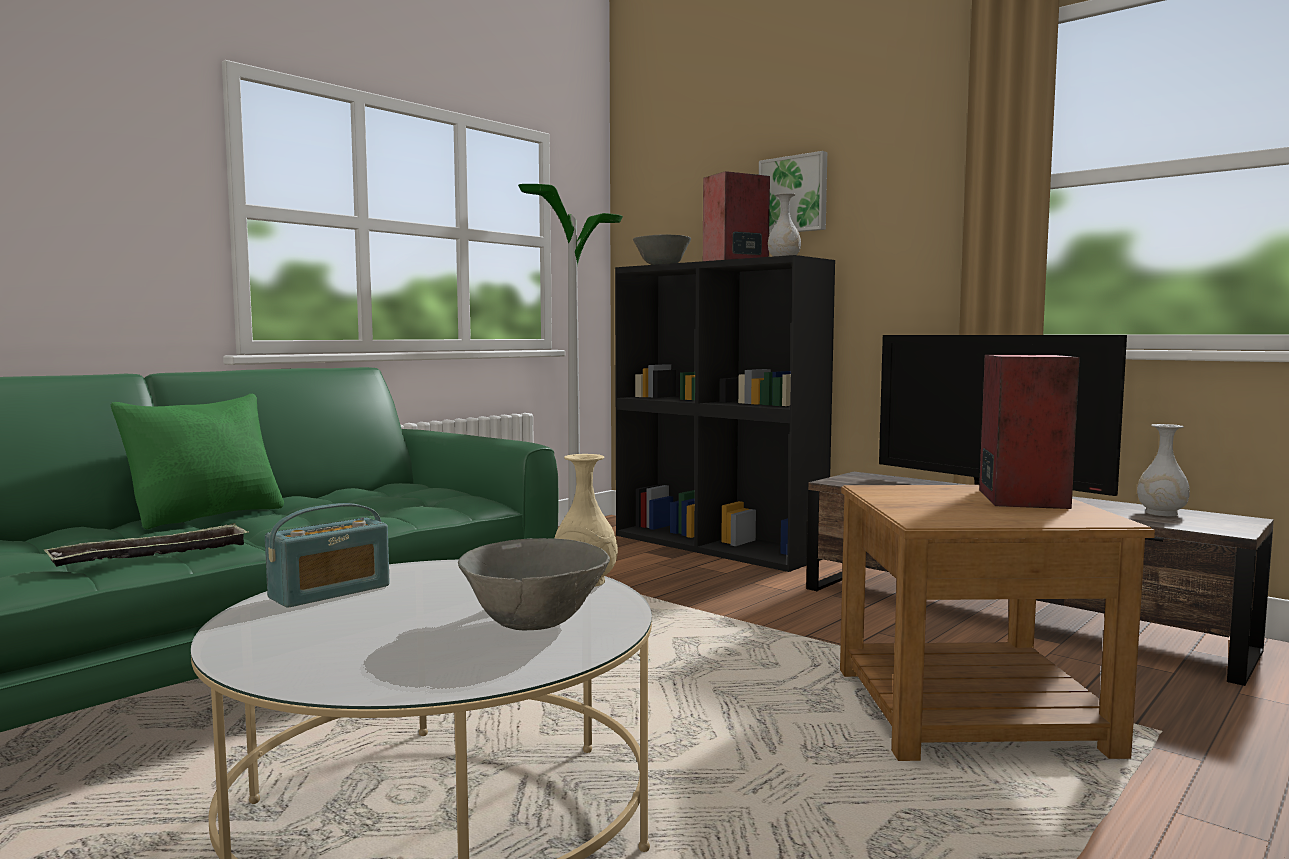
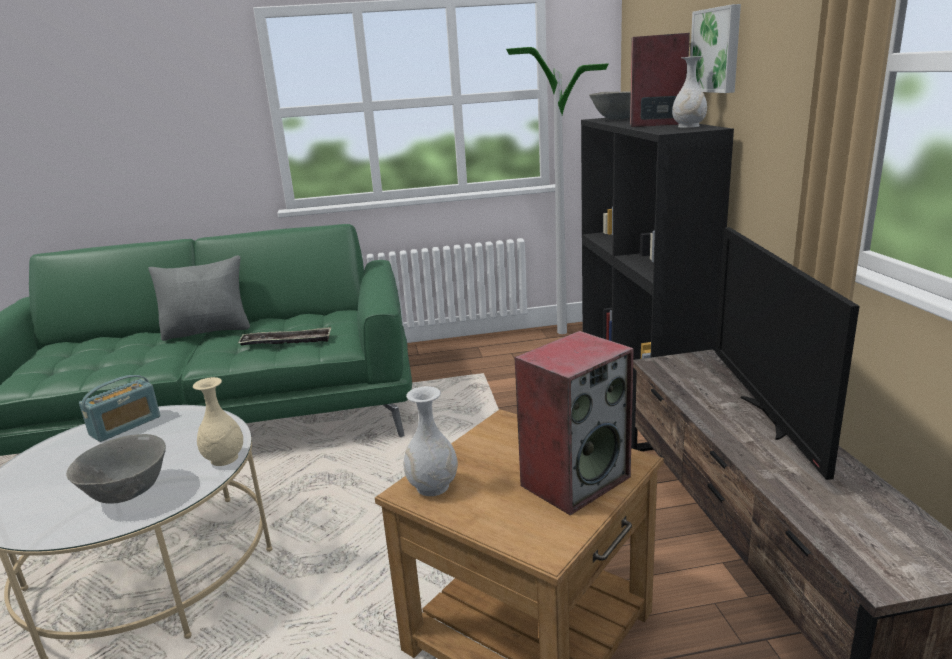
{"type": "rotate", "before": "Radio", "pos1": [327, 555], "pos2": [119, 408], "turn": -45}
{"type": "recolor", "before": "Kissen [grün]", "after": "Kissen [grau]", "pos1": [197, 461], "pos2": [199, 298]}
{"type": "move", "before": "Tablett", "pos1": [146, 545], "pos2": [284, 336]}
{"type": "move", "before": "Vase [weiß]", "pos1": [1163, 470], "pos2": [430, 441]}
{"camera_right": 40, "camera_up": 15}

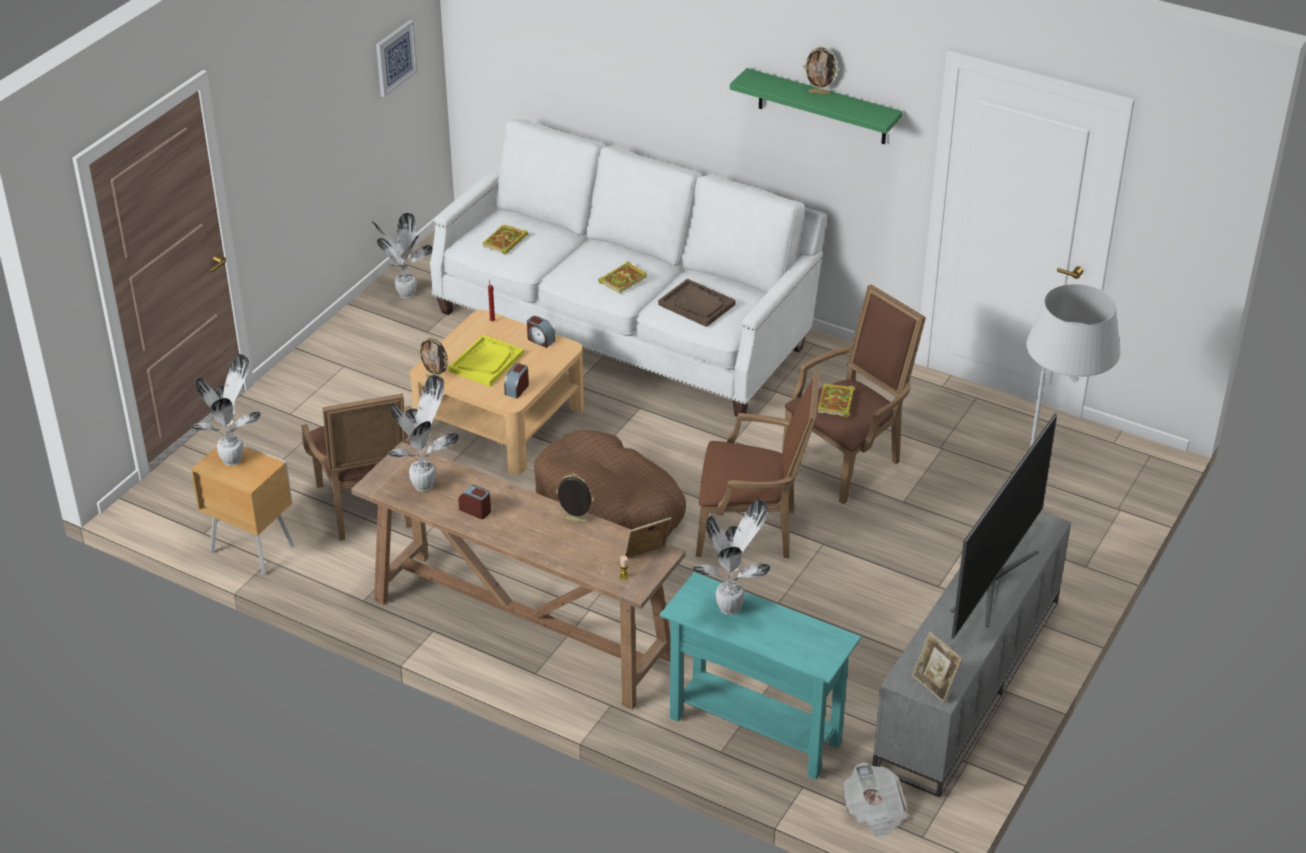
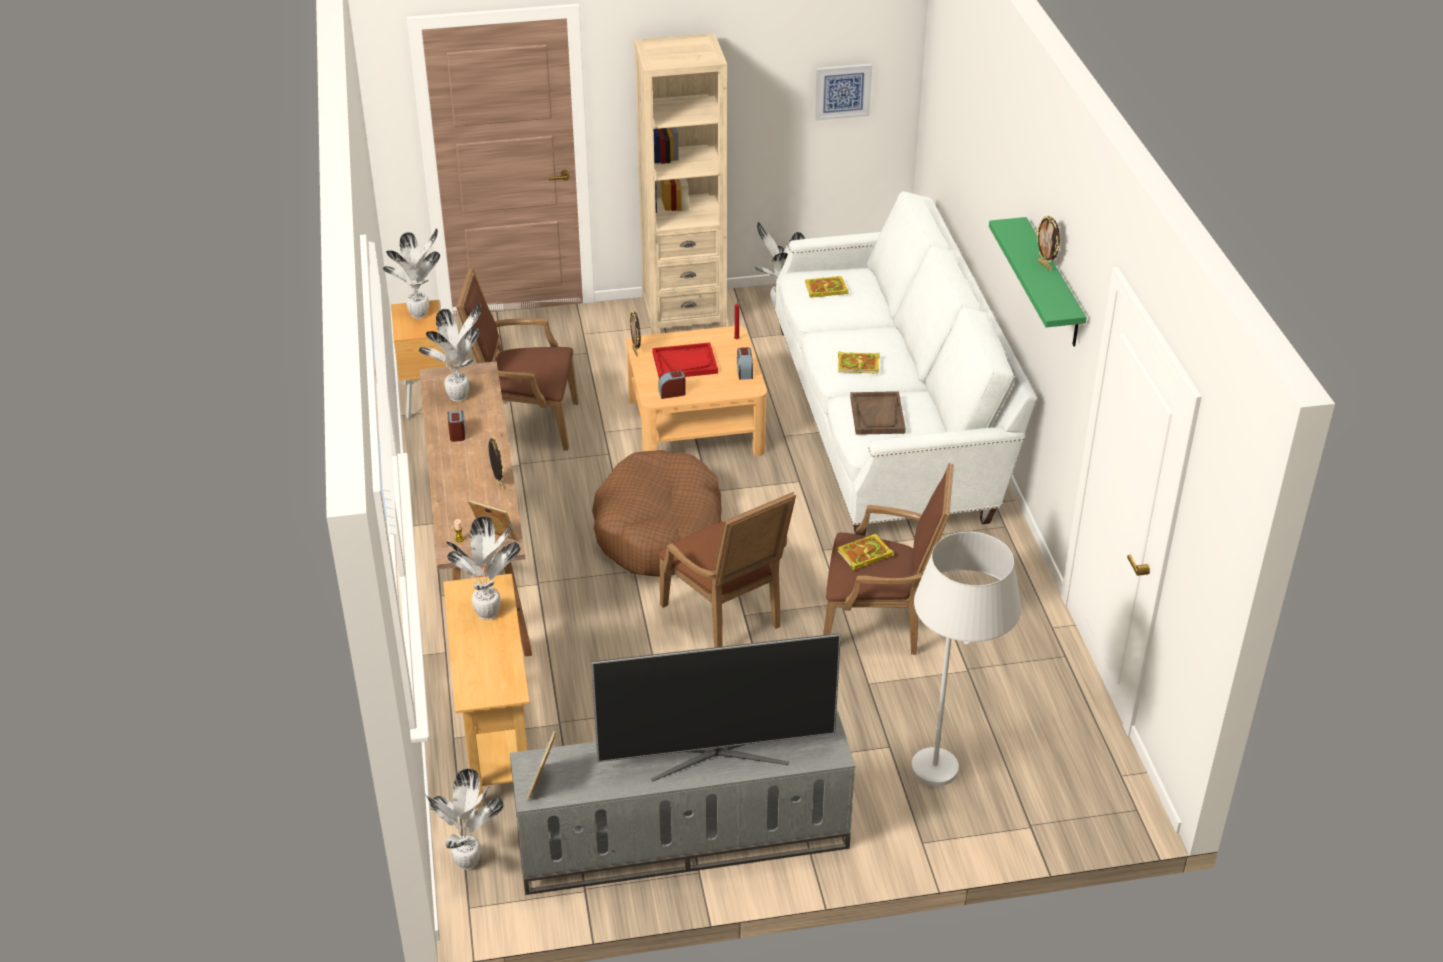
{"type": "replace", "before": "Zeitung", "after": "Topfpflanze", "pos1": [876, 800], "pos2": [463, 819]}
{"type": "recolor", "before": "Konsolentisch [türkis]", "after": "Konsolentisch [beige]", "pos1": [760, 676], "pos2": [486, 691]}
{"type": "rotate", "before": "Sessel [braun]", "pos1": [356, 466], "pos2": [517, 359], "turn": 60}
{"type": "insert", "after": "Bücherregal [beige]", "pos2": [680, 183]}
{"type": "recolor", "before": "Tablett [gelb]", "after": "Tablett [rot]", "pos1": [486, 361], "pos2": [685, 360]}
{"camera_right": 50, "camera_up": 0}

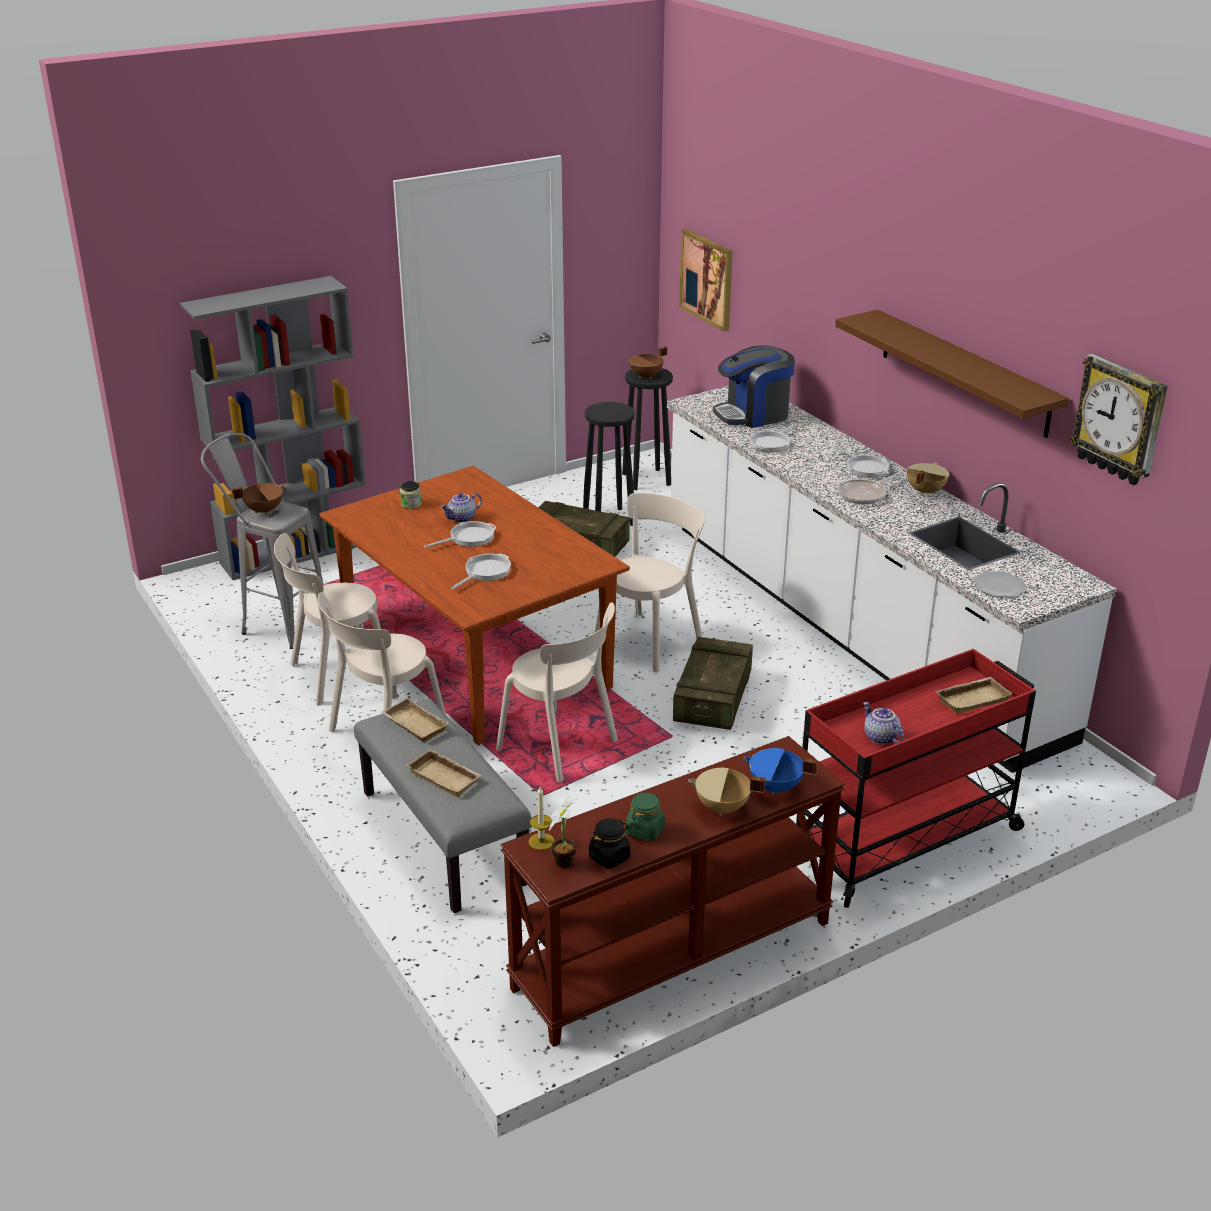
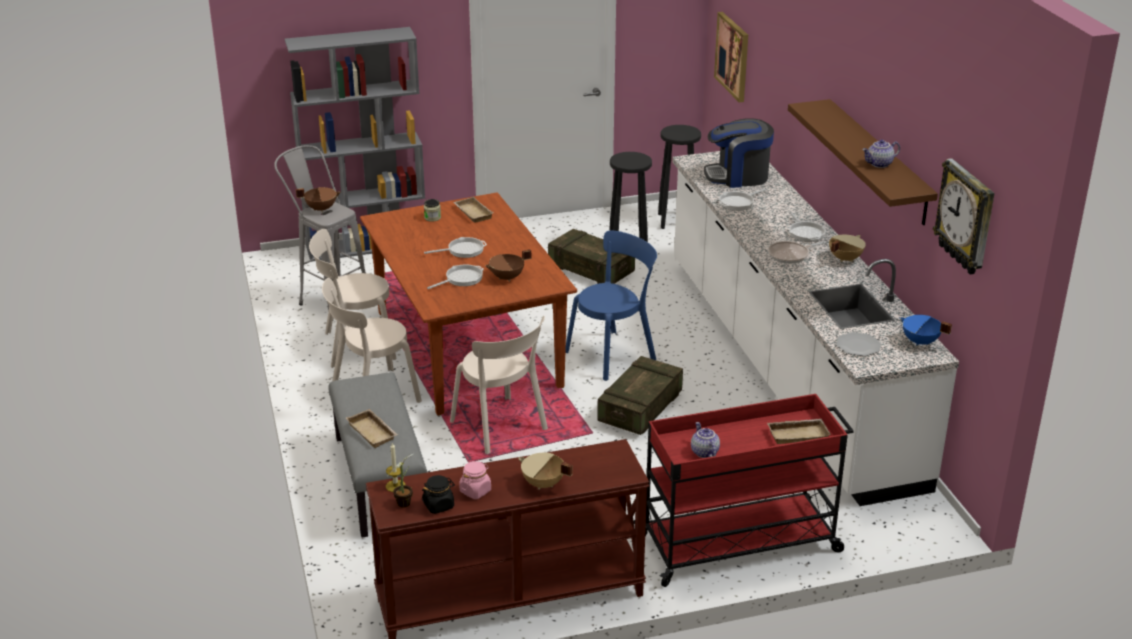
{"type": "move", "before": "Tablett [beige]", "pos1": [415, 720], "pos2": [473, 210]}
{"type": "recolor", "before": "Vorratsglas [grün]", "after": "Vorratsglas [rosa]", "pos1": [645, 817], "pos2": [475, 480]}
{"type": "move", "before": "Kochtopf [braun]", "pos1": [648, 362], "pos2": [508, 265]}
{"type": "recolor", "before": "Stuhl [beige]", "after": "Stuhl [blau]", "pos1": [650, 582], "pos2": [611, 306]}
{"type": "move", "before": "Teekanne", "pos1": [461, 508], "pos2": [881, 154]}
{"type": "move", "before": "Kochtopf [blau]", "pos1": [780, 771], "pos2": [925, 330]}
{"camera_right": 15, "camera_up": 0}

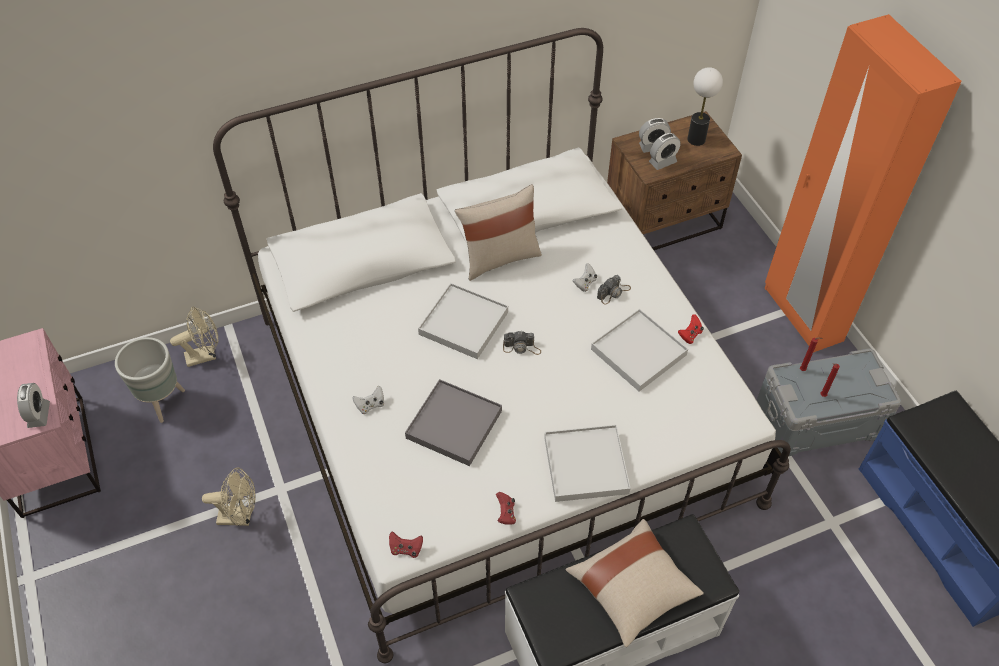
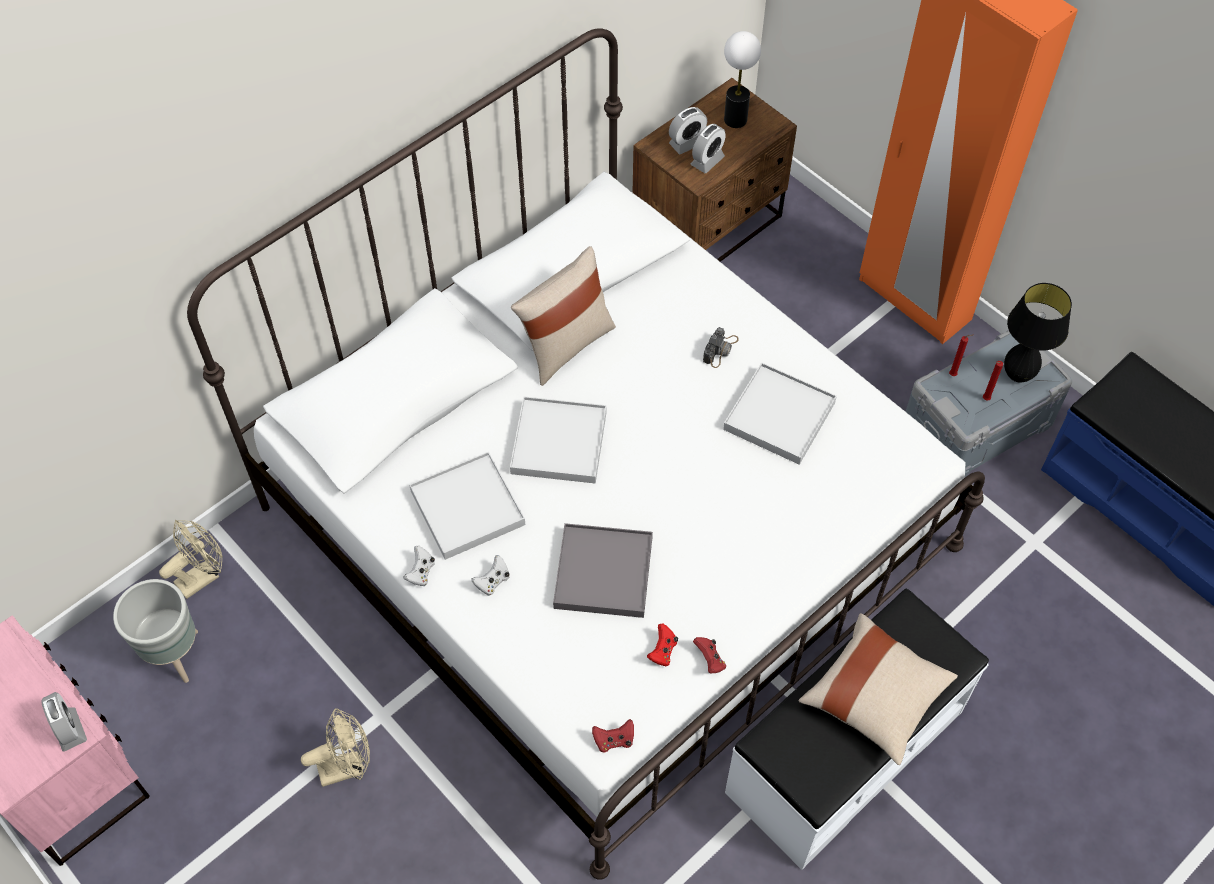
{"type": "move", "before": "Gamepad [weiß]", "pos1": [585, 277], "pos2": [419, 565]}
{"type": "move", "before": "Tablett [weiß]", "pos1": [587, 463], "pos2": [467, 506]}
{"type": "move", "before": "Gamepad [rot]", "pos1": [691, 329], "pos2": [662, 645]}
{"type": "insert", "after": "Tischlampe [schwarz]", "pos2": [1038, 332]}
{"type": "delete", "before": "Kamera", "pos1": [522, 343]}
{"camera_right": -20, "camera_up": 5}

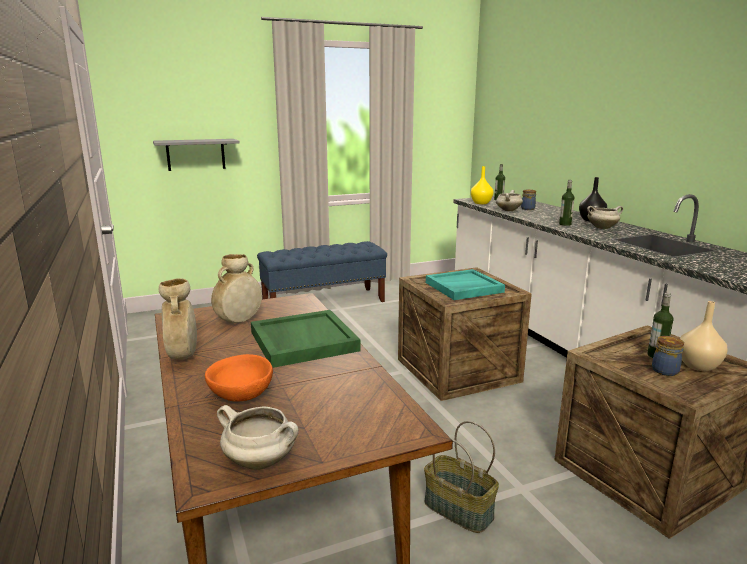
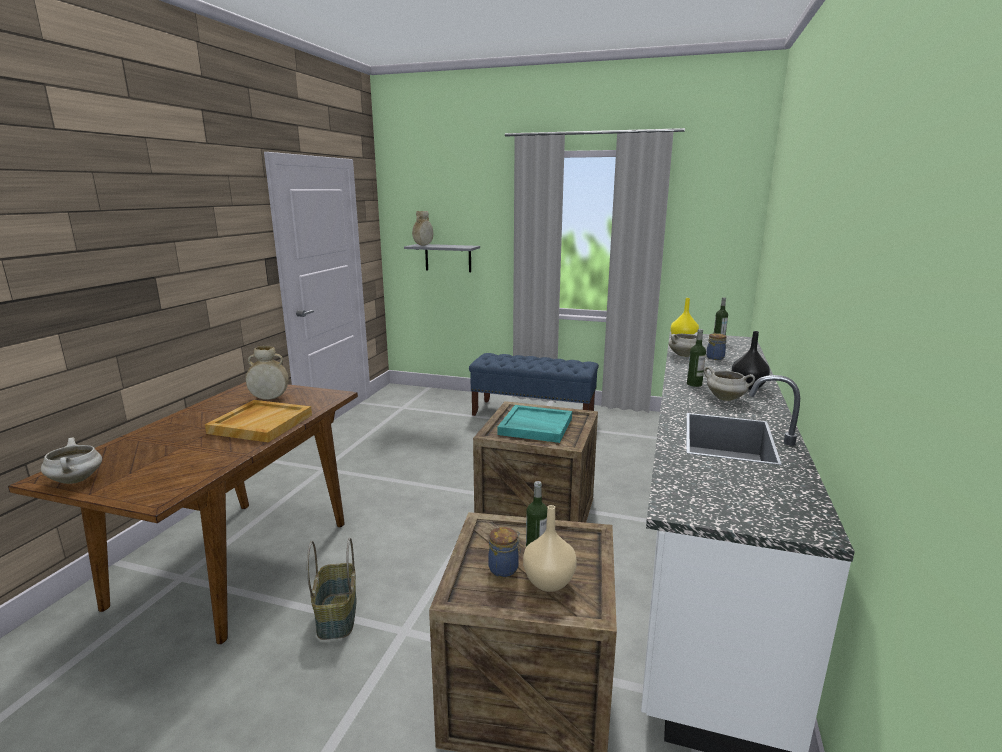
{"type": "recolor", "before": "Tablett [grün]", "after": "Tablett [beige]", "pos1": [306, 339], "pos2": [258, 421]}
{"type": "move", "before": "Vase [beige]", "pos1": [177, 319], "pos2": [422, 228]}
{"type": "delete", "before": "Schüssel [orange]", "pos1": [239, 378]}
{"camera_right": 40, "camera_up": 0}

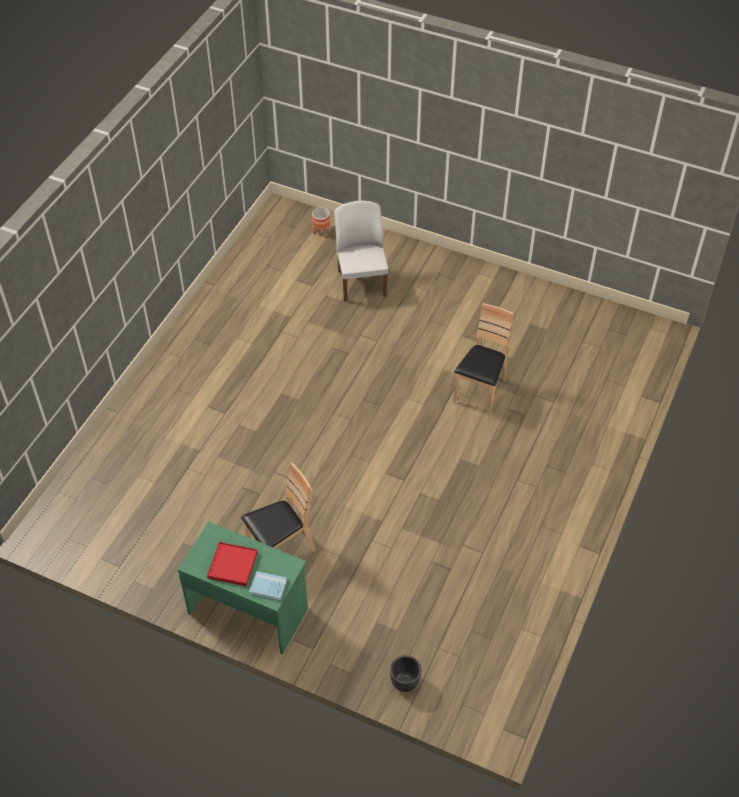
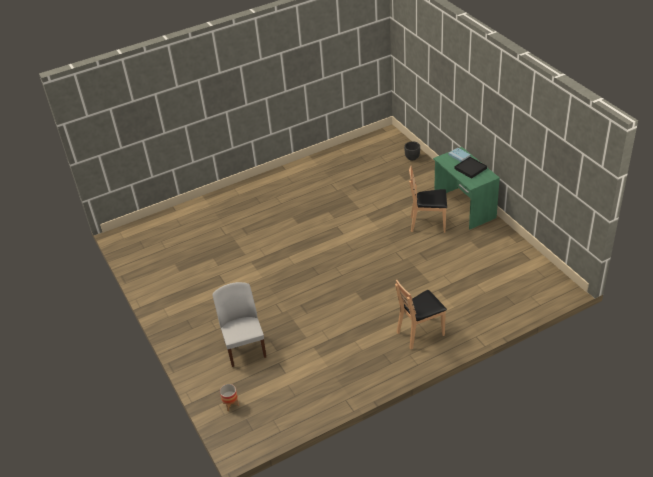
{"type": "rotate", "before": "Stuhl [weiß]", "pos1": [361, 251], "pos2": [239, 324], "turn": 135}
{"type": "move", "before": "Stuhl [braun]", "pos1": [483, 359], "pos2": [421, 314]}
{"type": "recolor", "before": "Tablett [rot]", "after": "Tablett [schwarz]", "pos1": [232, 564], "pos2": [471, 168]}
{"camera_right": -140, "camera_up": -10}

